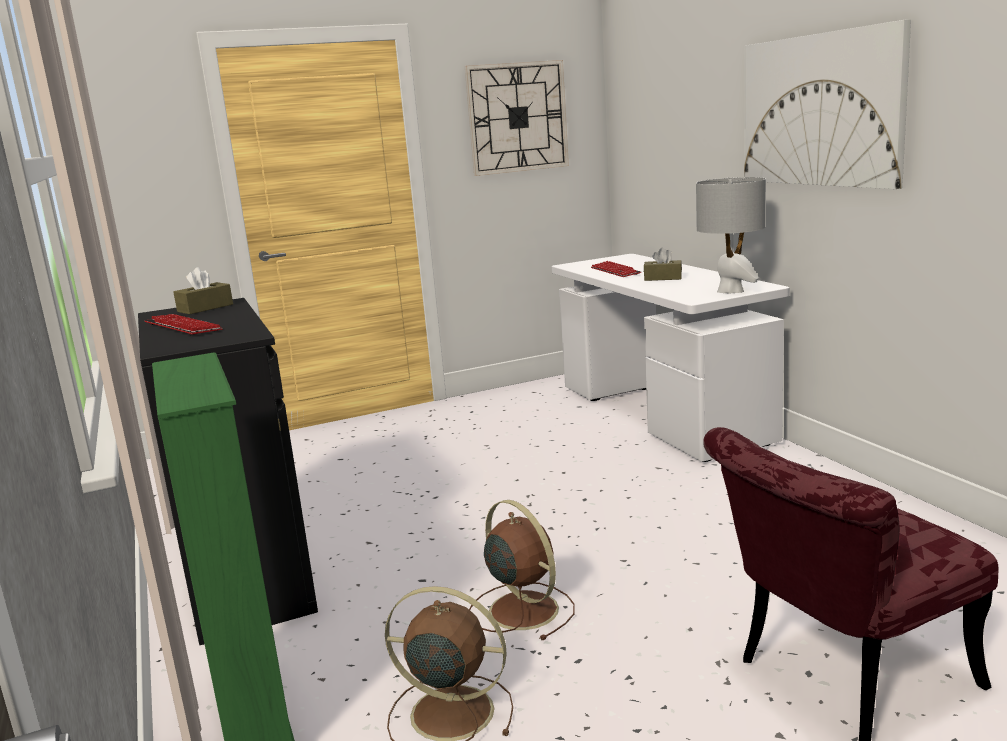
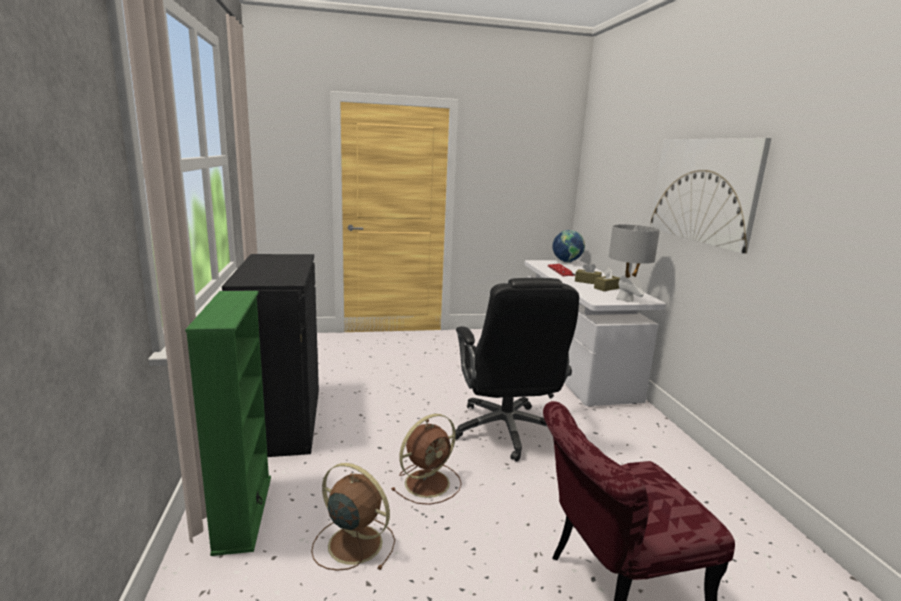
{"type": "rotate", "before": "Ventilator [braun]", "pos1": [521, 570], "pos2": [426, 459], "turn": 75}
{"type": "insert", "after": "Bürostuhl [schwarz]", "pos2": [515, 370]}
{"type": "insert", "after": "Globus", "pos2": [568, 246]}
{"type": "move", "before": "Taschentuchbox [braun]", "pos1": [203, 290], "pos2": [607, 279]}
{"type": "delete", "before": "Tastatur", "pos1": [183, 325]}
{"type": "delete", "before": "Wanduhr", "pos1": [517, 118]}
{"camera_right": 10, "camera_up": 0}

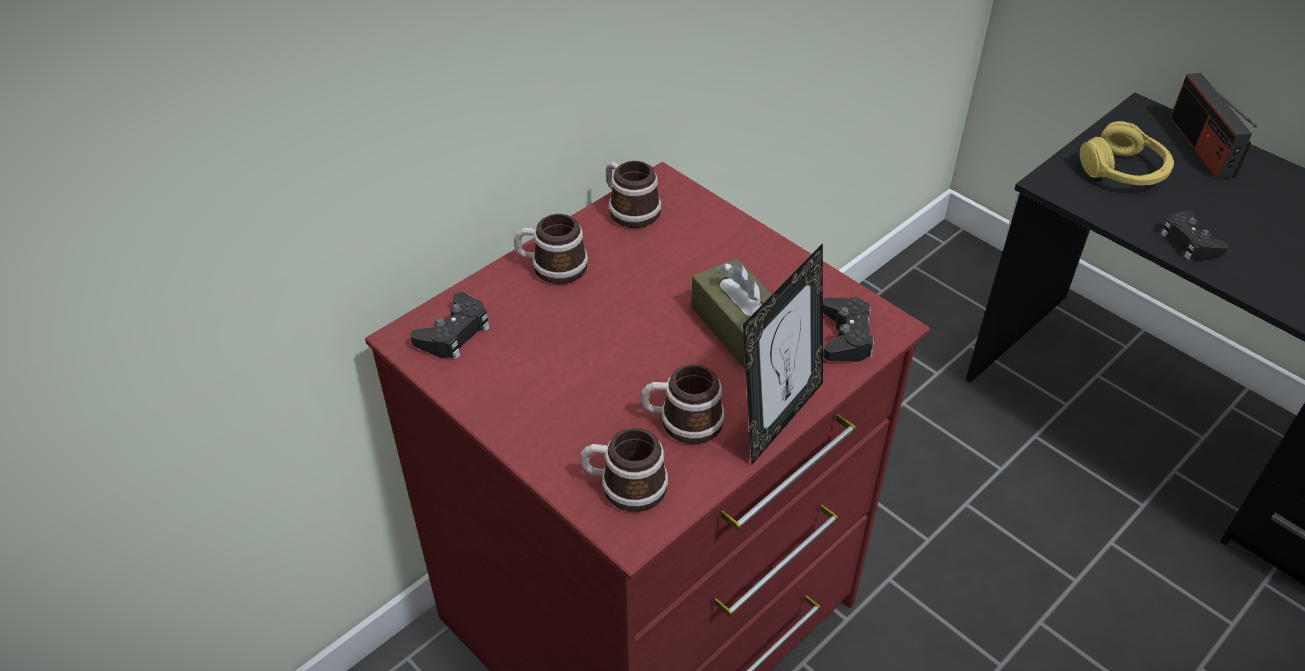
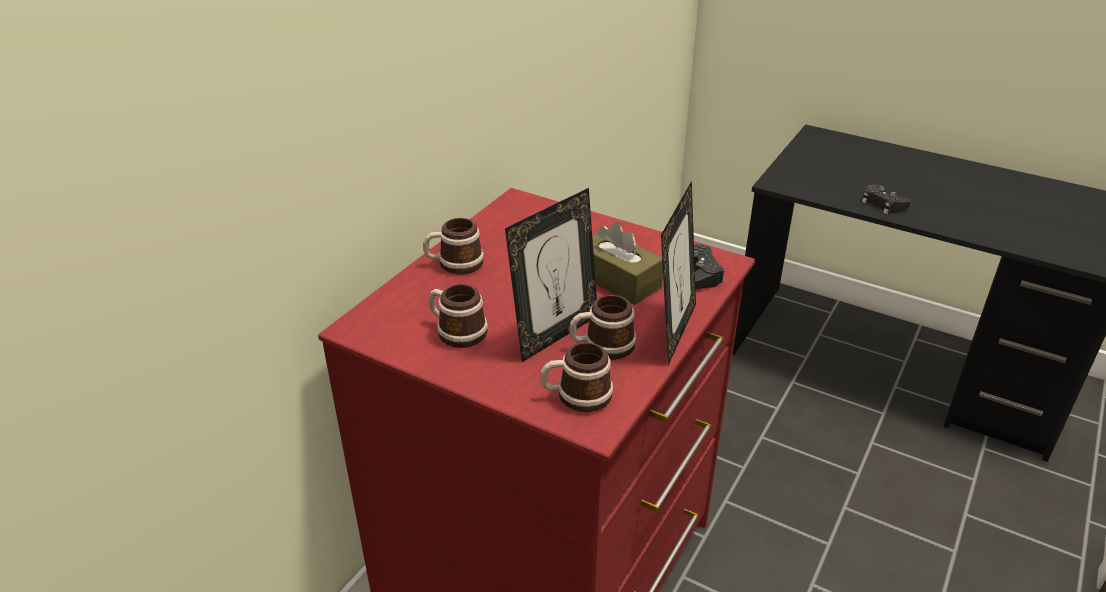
{"type": "move", "before": "Henkelbecher", "pos1": [633, 194], "pos2": [458, 316]}
{"type": "insert", "after": "Bilderrahmen", "pos2": [551, 275]}
{"type": "delete", "before": "Gamepad [schwarz]", "pos1": [450, 326]}
{"type": "delete", "before": "Kopfhörer [gelb]", "pos1": [1127, 153]}
{"type": "delete", "before": "Radio", "pos1": [1213, 126]}
{"camera_right": -15, "camera_up": -10}

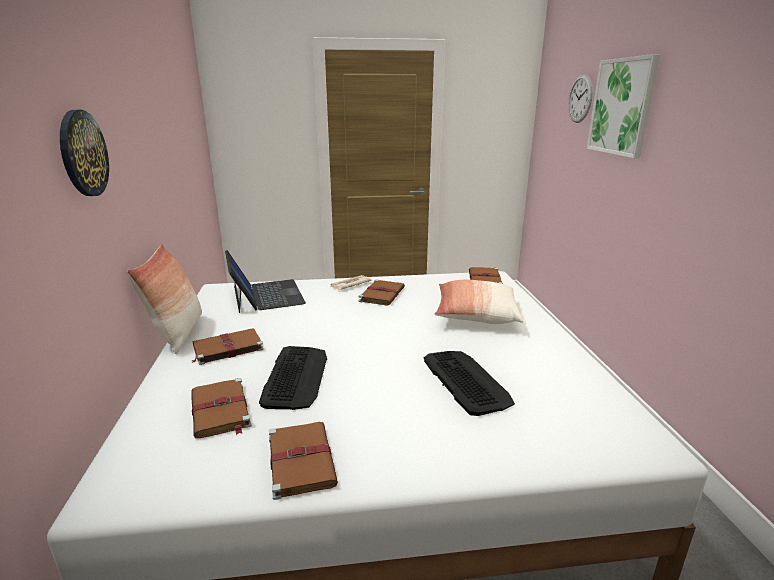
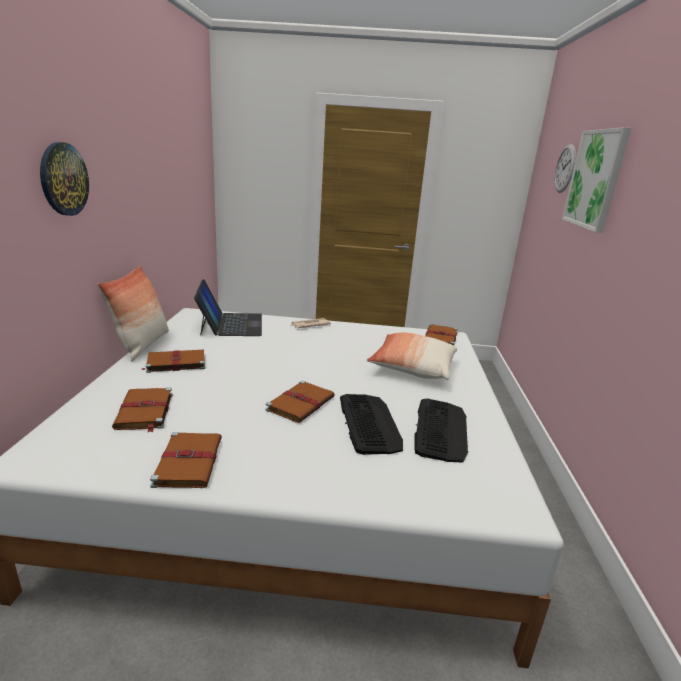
{"type": "move", "before": "Buch [braun]", "pos1": [381, 292], "pos2": [300, 401]}
{"type": "move", "before": "Tastatur", "pos1": [293, 378], "pos2": [441, 430]}
{"camera_right": 10, "camera_up": 0}

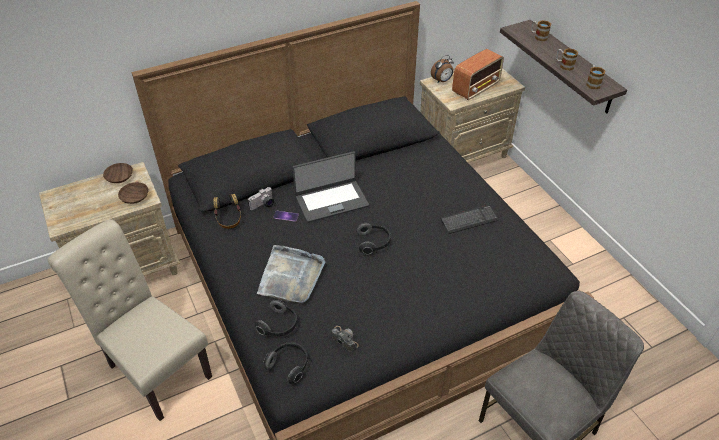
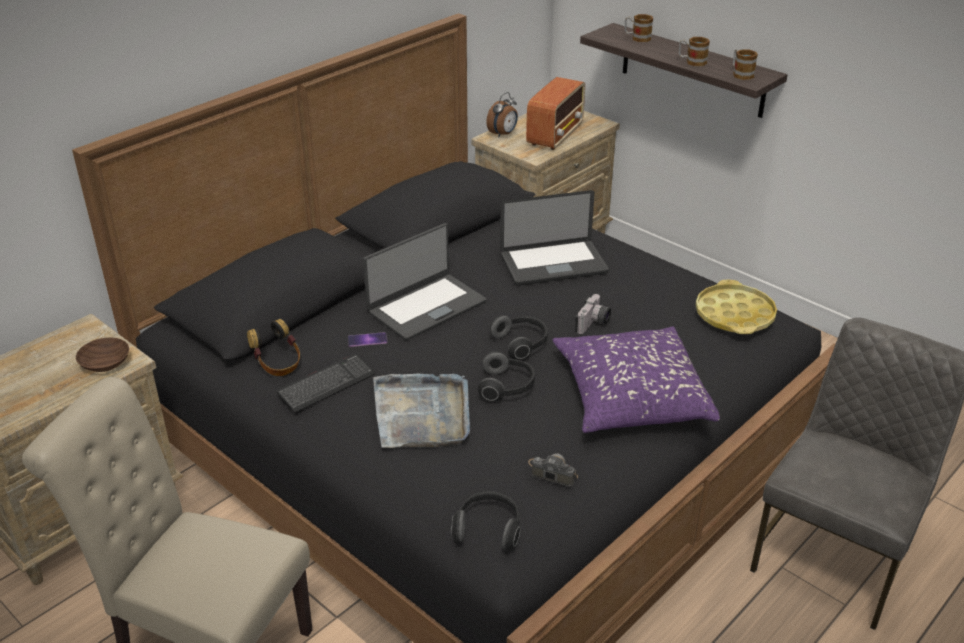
{"type": "move", "before": "Tastatur", "pos1": [469, 219], "pos2": [326, 383]}
{"type": "move", "before": "Kopfhörer", "pos1": [276, 318], "pos2": [506, 376]}
{"type": "insert", "after": "Laptop", "pos2": [554, 238]}
{"type": "insert", "after": "Kissen [lila]", "pos2": [636, 379]}
{"type": "move", "before": "Kamera", "pos1": [261, 198], "pos2": [593, 314]}
{"type": "insert", "after": "Tablett [gelb]", "pos2": [736, 307]}
{"type": "delete", "before": "Schüssel [braun]", "pos1": [118, 173]}
{"camera_right": -20, "camera_up": -10}

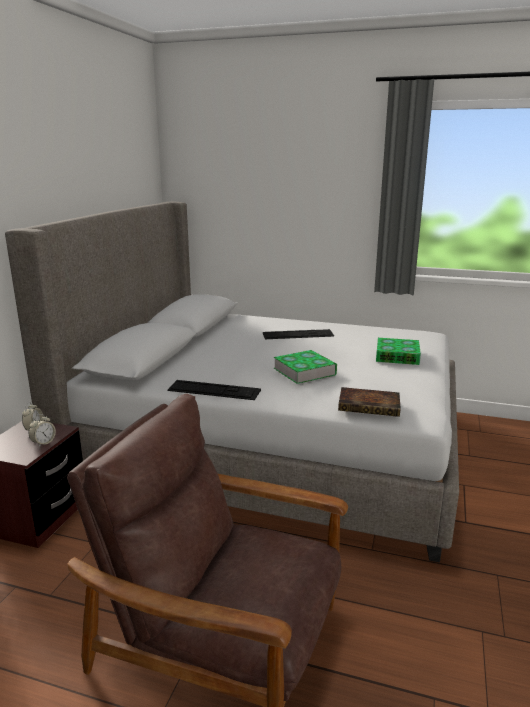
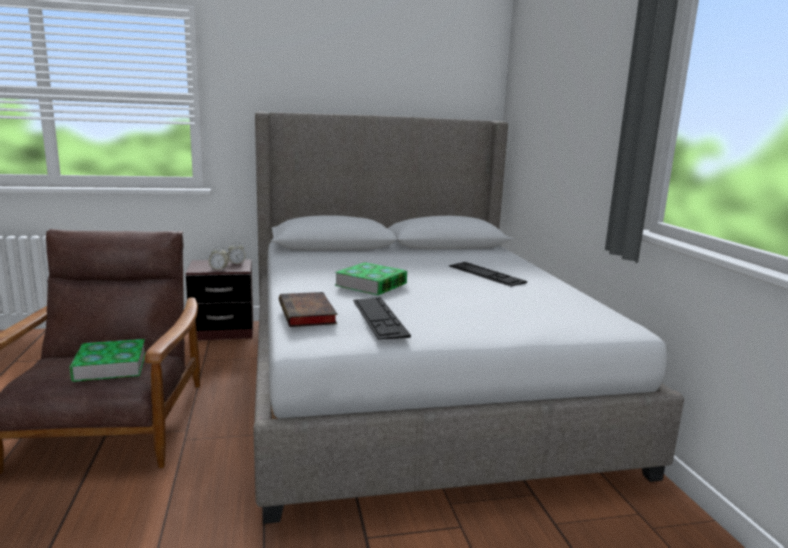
{"type": "move", "before": "Buch", "pos1": [398, 351], "pos2": [107, 360]}
{"type": "move", "before": "Tastatur", "pos1": [214, 390], "pos2": [382, 318]}
{"camera_right": 60, "camera_up": -5}

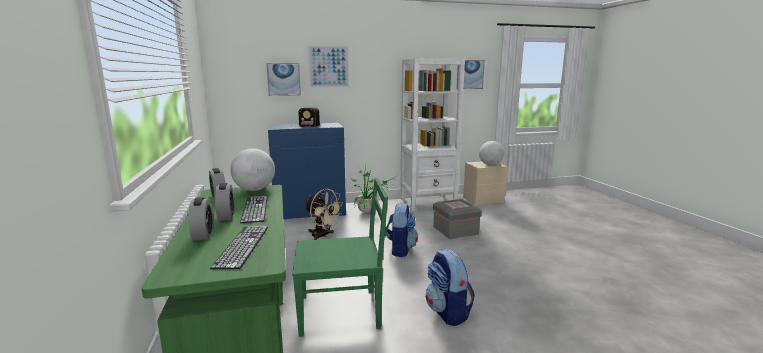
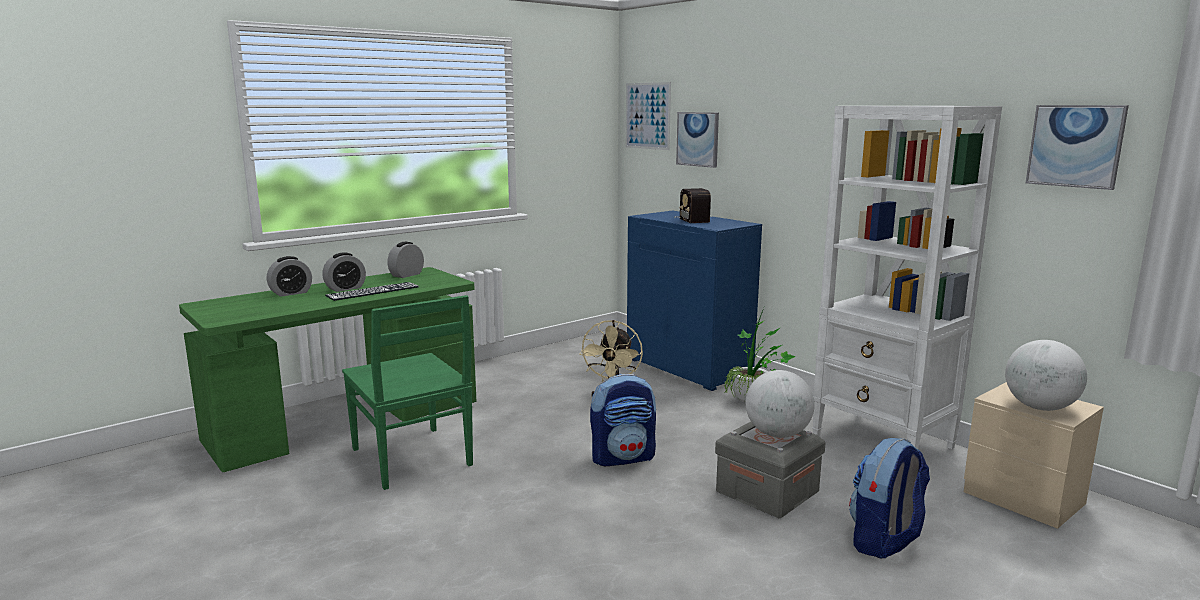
{"type": "move", "before": "Bild", "pos1": [328, 66], "pos2": [648, 116]}
{"type": "move", "before": "Globus", "pos1": [252, 170], "pos2": [780, 404]}
{"type": "move", "before": "Rucksack", "pos1": [450, 287], "pos2": [889, 498]}
{"type": "delete", "before": "Tastatur", "pos1": [239, 247]}
{"camera_right": 65, "camera_up": 0}

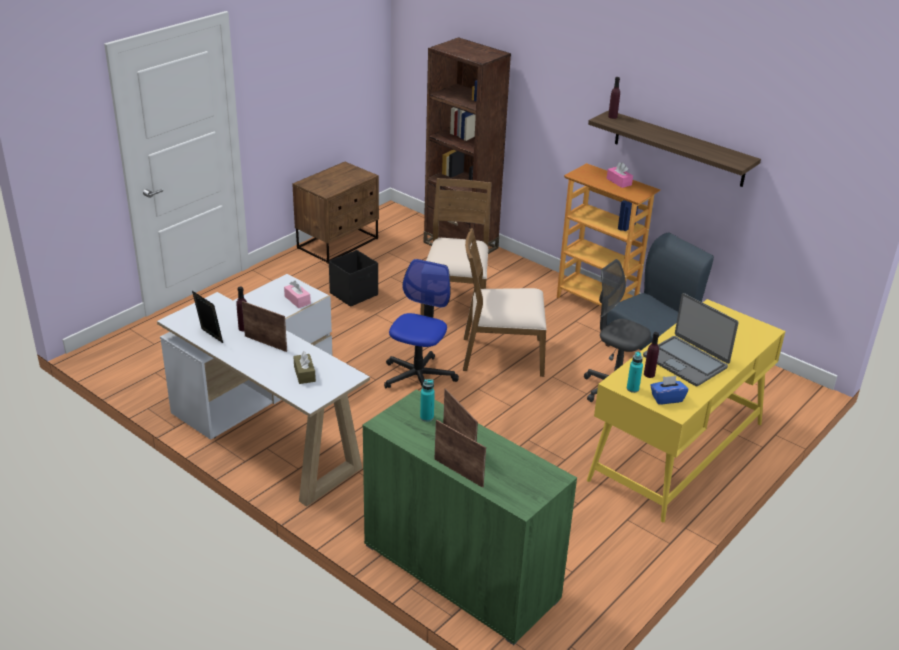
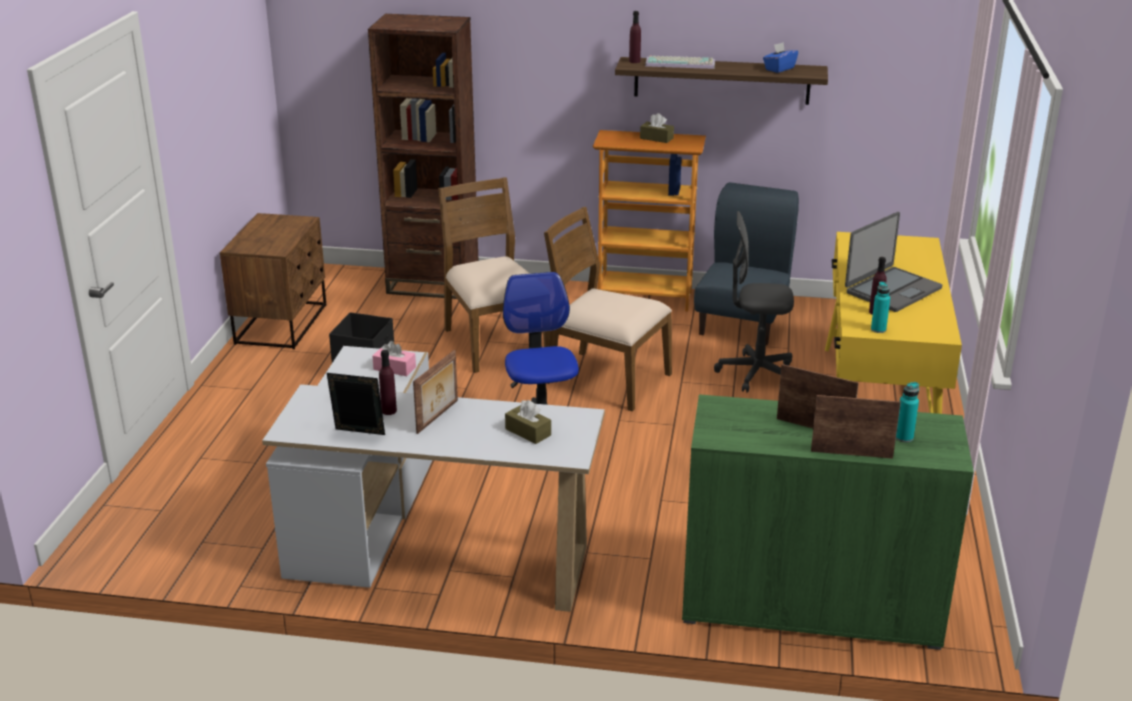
{"type": "rotate", "before": "Bilderrahmen", "pos1": [264, 326], "pos2": [435, 392], "turn": 120}
{"type": "rotate", "before": "Stuhl [braun]", "pos1": [505, 302], "pos2": [608, 309], "turn": 60}
{"type": "recolor", "before": "Taschentuchbox [rosa]", "after": "Taschentuchbox [braun]", "pos1": [620, 175], "pos2": [657, 128]}
{"type": "insert", "after": "Tastatur", "pos2": [680, 62]}
{"type": "move", "before": "Taschentuchbox [blau]", "pos1": [669, 390], "pos2": [780, 57]}
{"type": "rotate", "before": "Laptop", "pos1": [690, 339], "pos2": [893, 262], "turn": -60}
{"type": "move", "before": "Flasche [türkis]", "pos1": [427, 400], "pos2": [907, 412]}
{"camera_right": -30, "camera_up": -5}

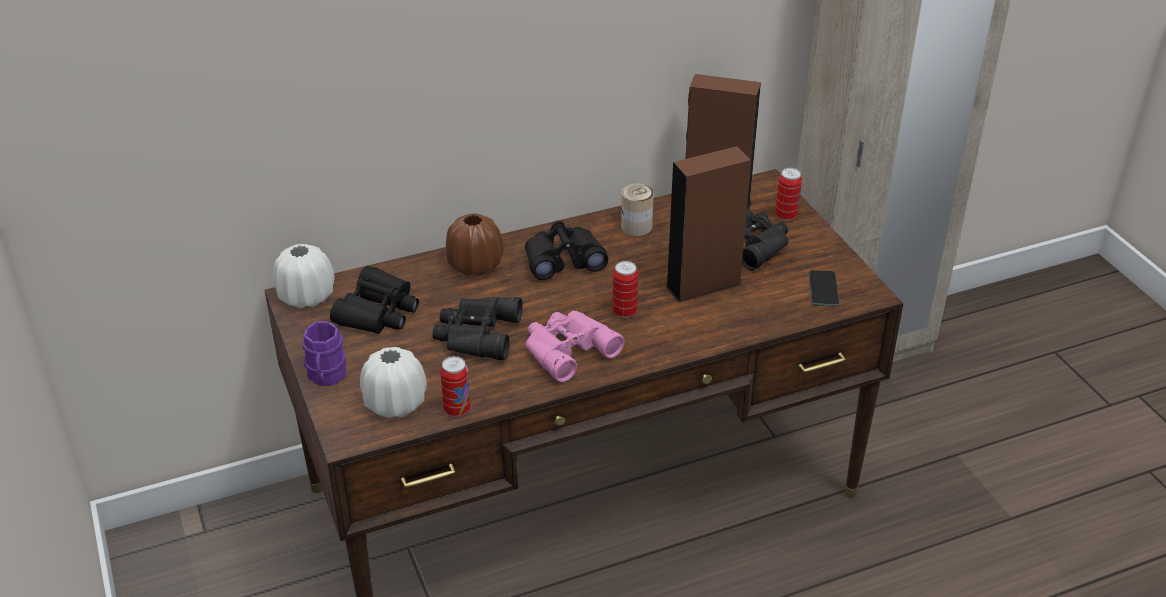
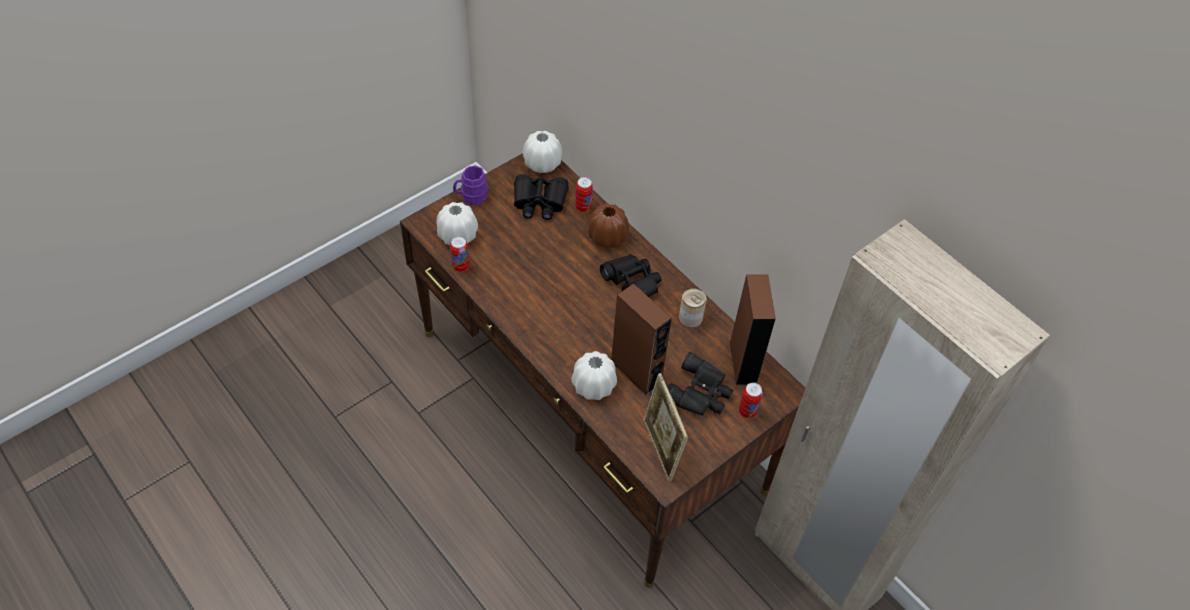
{"type": "insert", "after": "Vase [weiß]", "pos2": [594, 375]}
{"type": "move", "before": "Dose", "pos1": [625, 289], "pos2": [584, 194]}
{"type": "replace", "before": "Handy", "after": "Bilderrahmen", "pos1": [824, 288], "pos2": [666, 427]}
{"type": "delete", "before": "Fernglas [schwarz]", "pos1": [478, 328]}
{"type": "delete", "before": "Fernglas [rosa]", "pos1": [574, 346]}
{"camera_right": 70, "camera_up": 15}

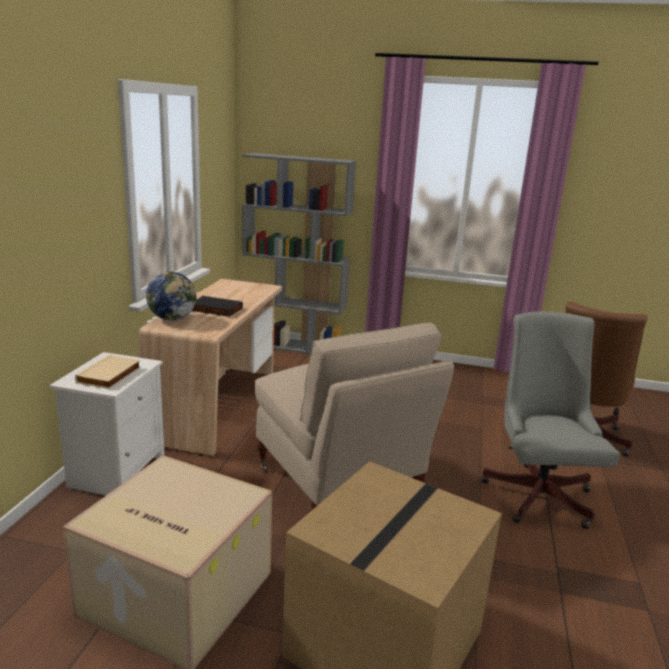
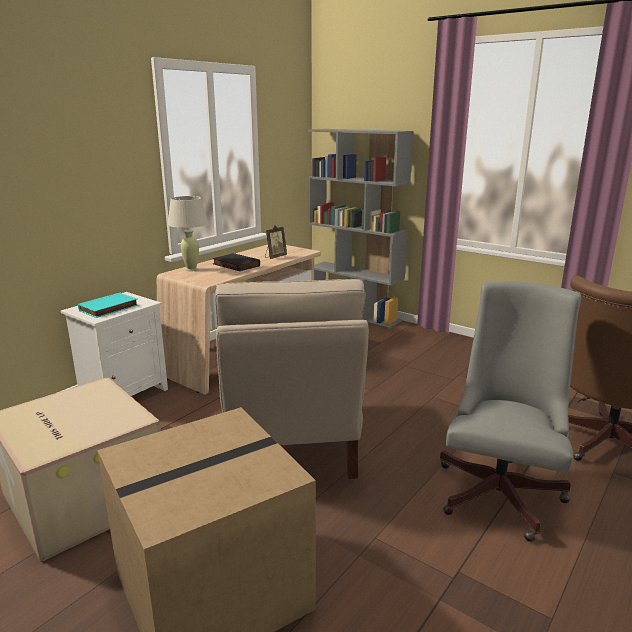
{"type": "recolor", "before": "Buch [beige]", "after": "Buch [türkis]", "pos1": [108, 372], "pos2": [108, 305]}
{"type": "replace", "before": "Globus", "after": "Tischlampe [beige]", "pos1": [171, 296], "pos2": [187, 233]}
{"type": "insert", "after": "Bilderrahmen", "pos2": [276, 242]}
{"camera_right": 25, "camera_up": 0}

